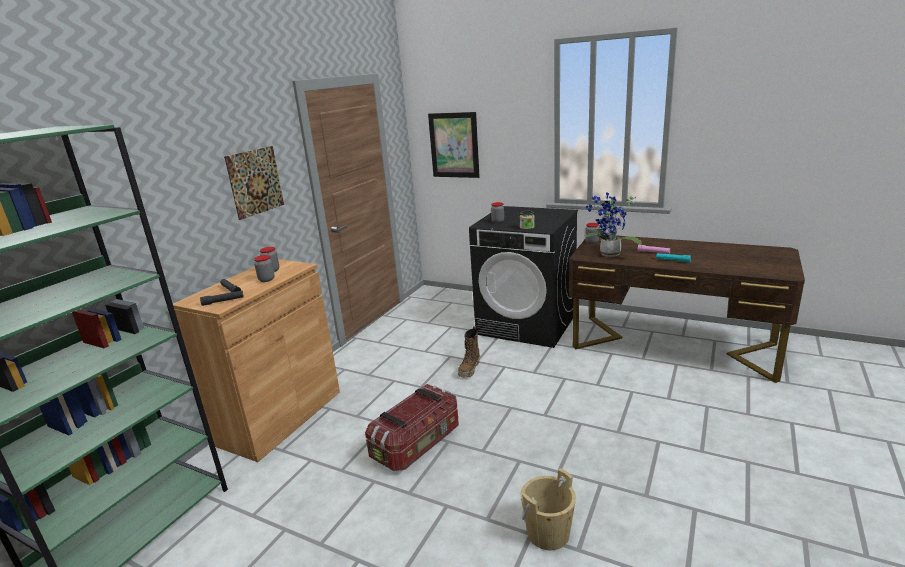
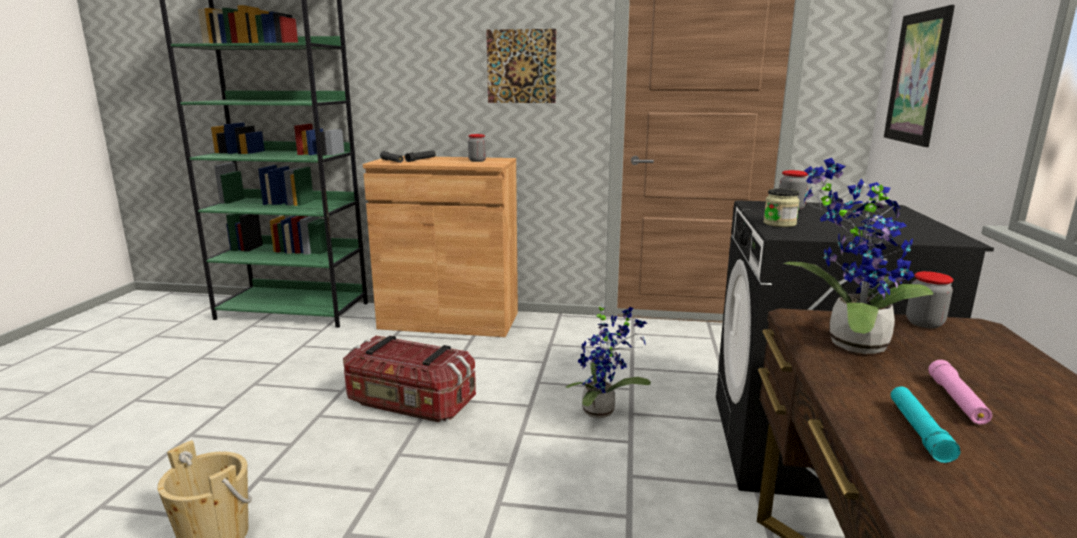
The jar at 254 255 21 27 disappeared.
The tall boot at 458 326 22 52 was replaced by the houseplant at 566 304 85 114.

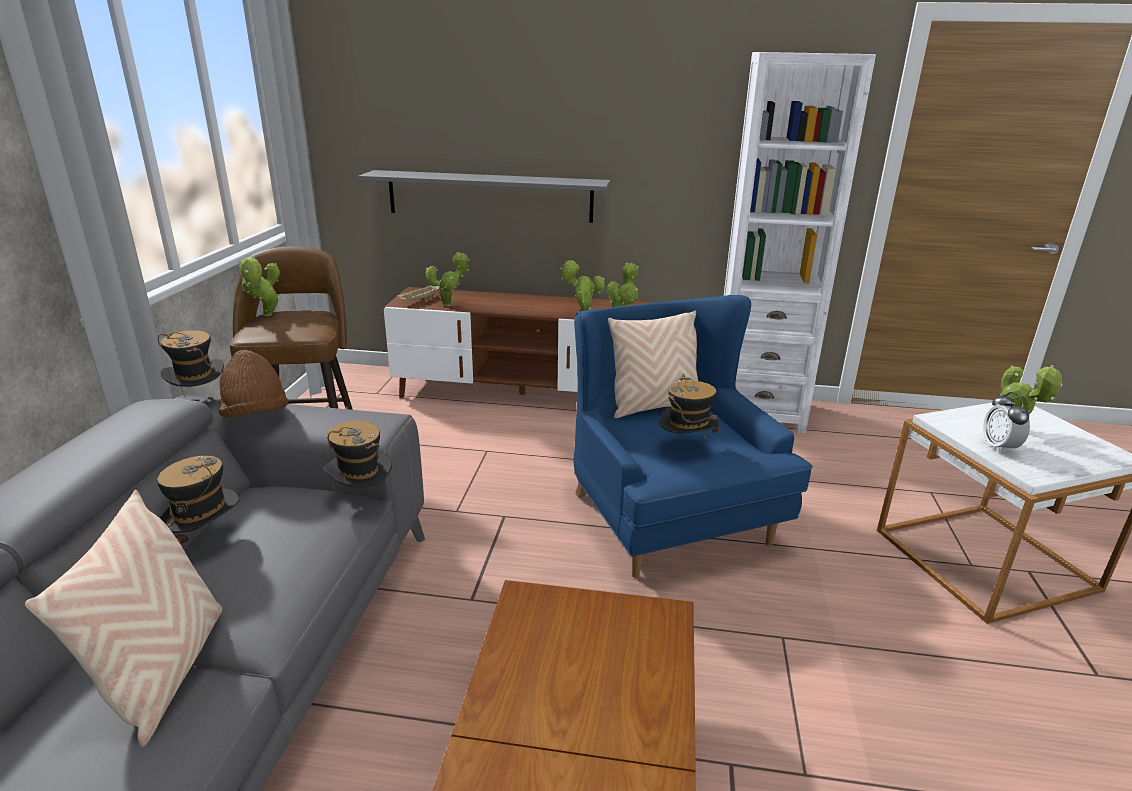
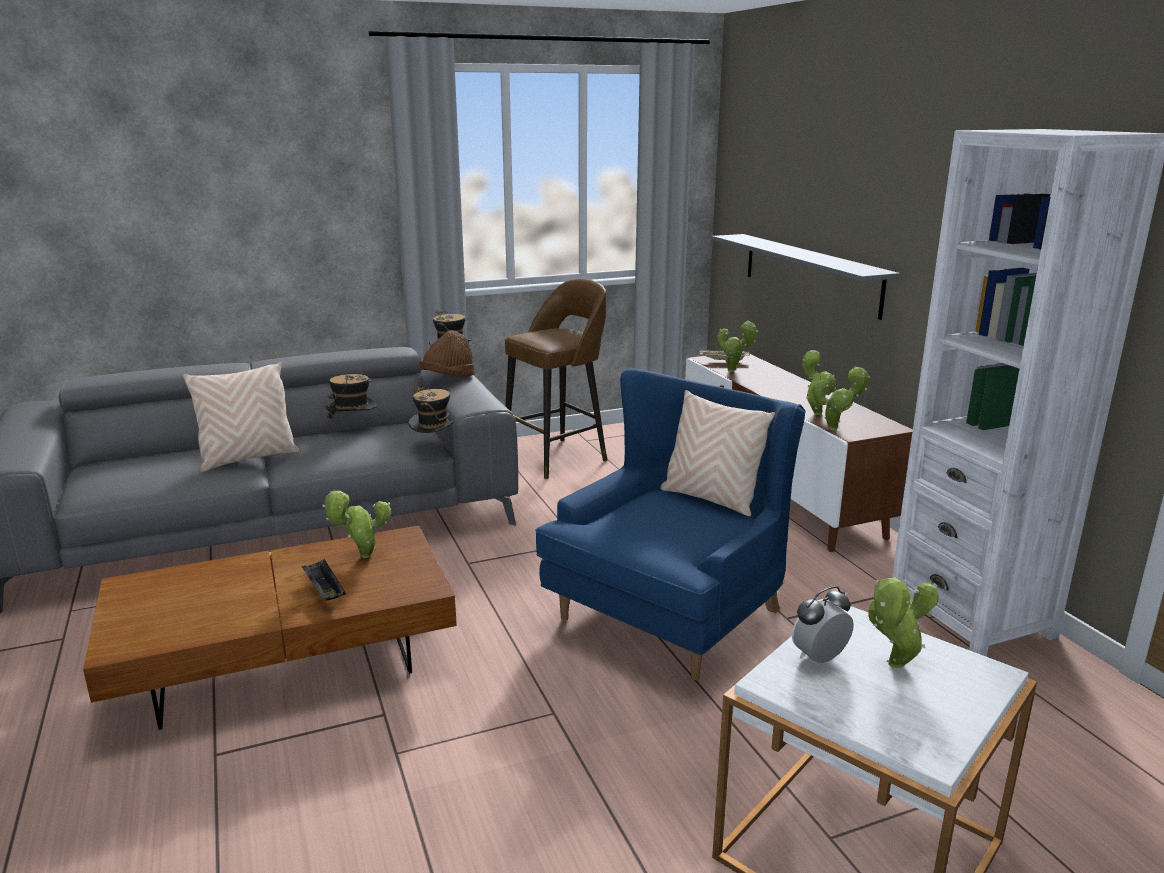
The wearable hat at 659 374 60 65 disappeared.
The tray/black at 302 559 44 41 appeared.
The houseplant moved from 239 256 41 60 to 322 491 69 67.

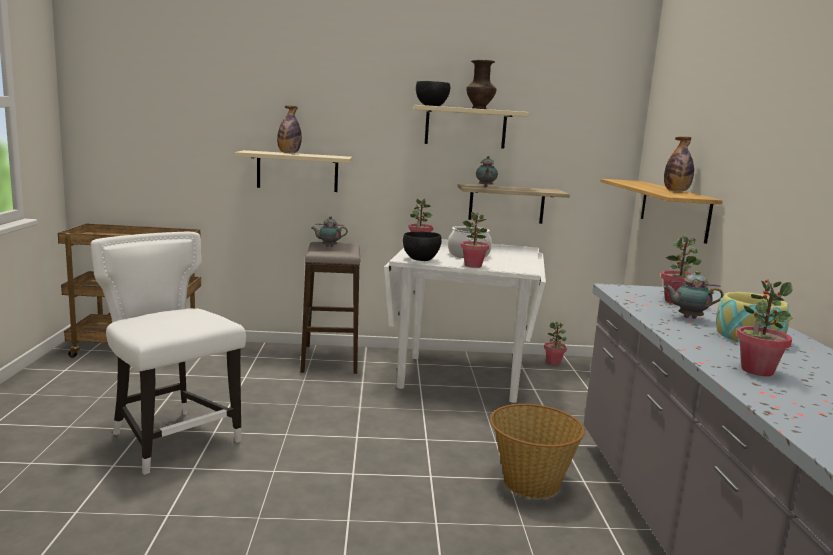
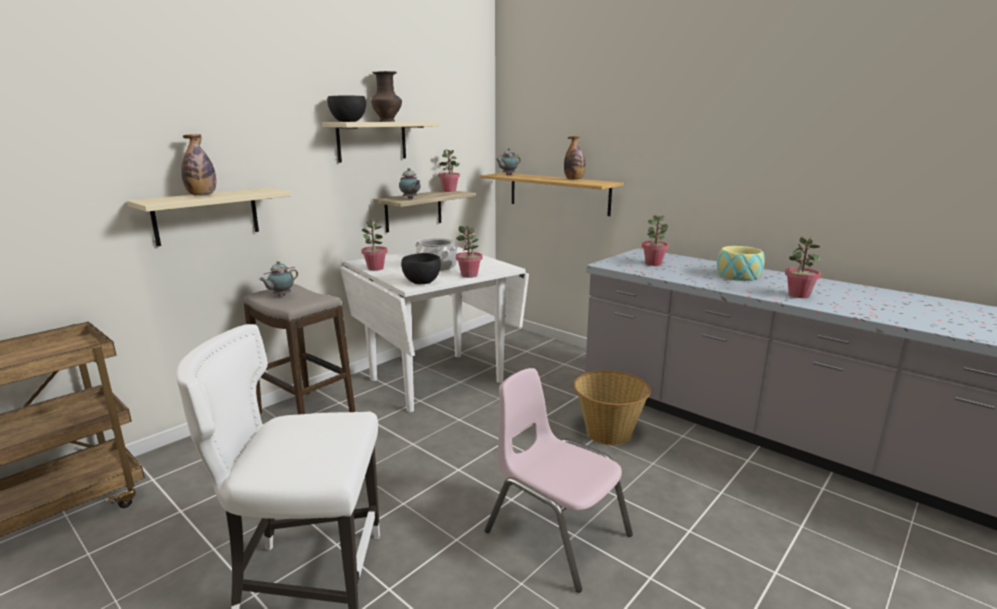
The plain chair/pink at 485 368 148 225 appeared.
The houseplant moved from 544 322 23 43 to 438 149 22 43.
The pot for tea moved from 664 271 60 48 to 496 148 25 27.

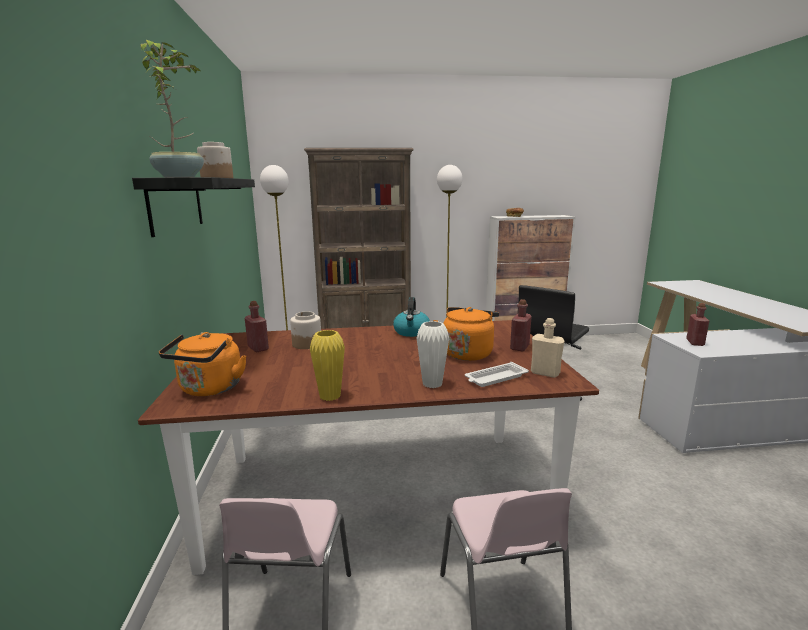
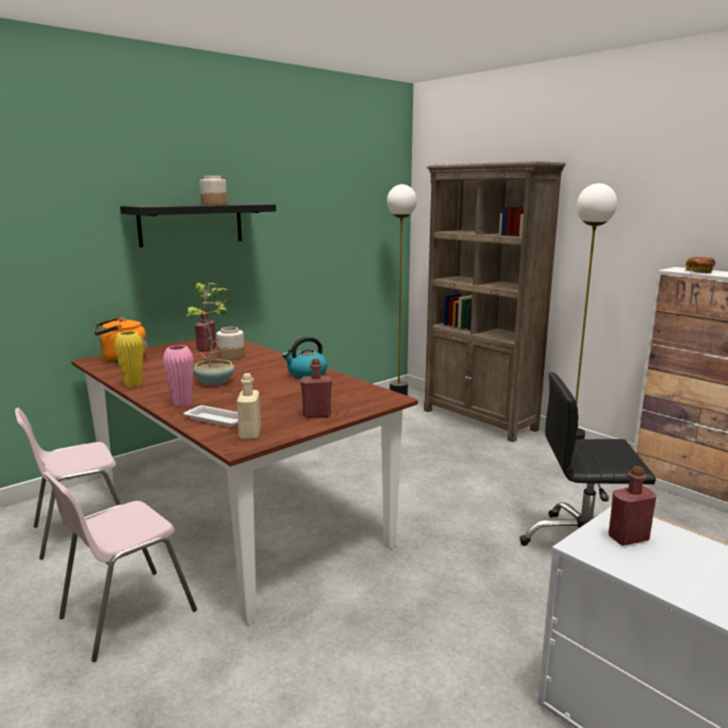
The water kettle/orangey at 434 307 65 54 disappeared.
The houseplant moved from 140 40 64 137 to 185 283 51 103.
The decorative vase/whitish at 417 321 32 67 became the decorative vase/pink at 163 345 31 62.

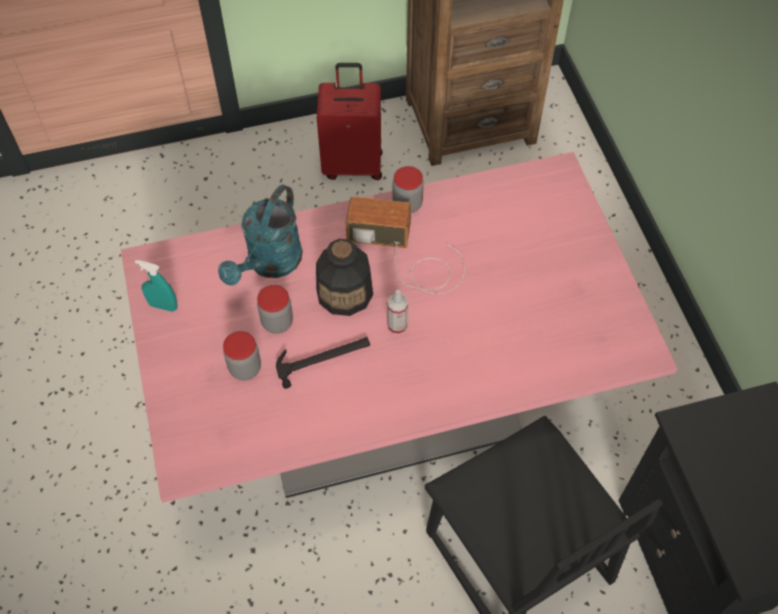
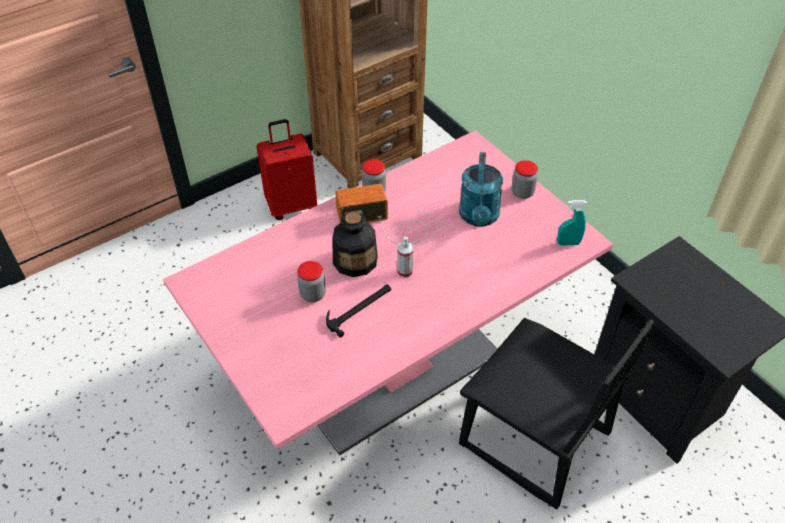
The hand sprayer/blue-green moved from 135 260 43 52 to 557 200 30 46.
The watering pot/blue-green moved from 218 185 85 101 to 459 152 44 75.
The jar moved from 223 331 38 49 to 512 160 26 39.

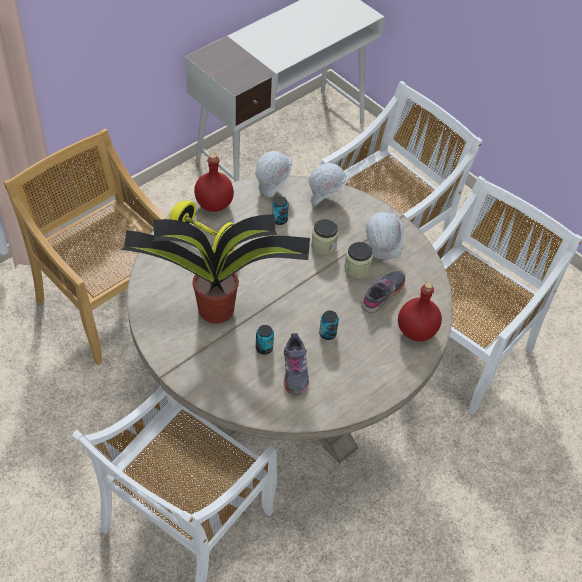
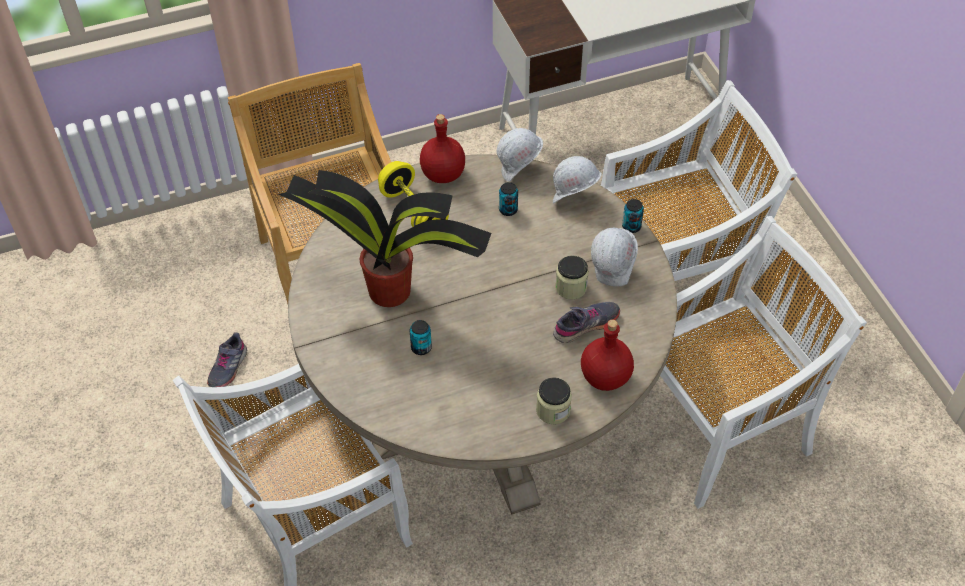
The item of footwear/greyish moved from 284 333 25 62 to 207 332 40 55.
The jar moved from 311 219 27 36 to 536 377 36 47.
The sealed can moved from 319 311 20 29 to 622 199 22 34.

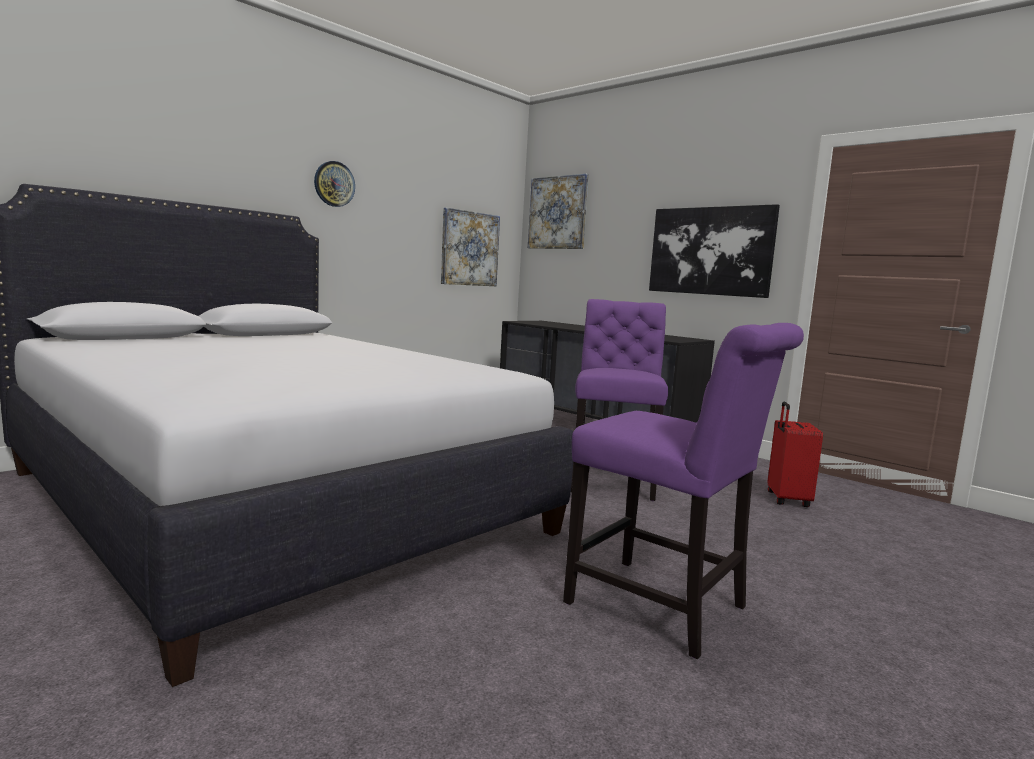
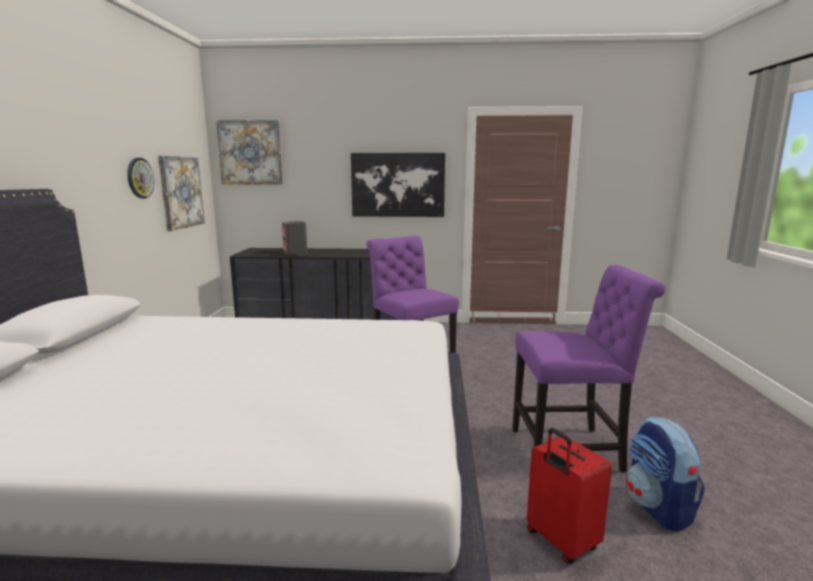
The audio speaker/greyish at 282 221 25 35 appeared.
The rucksack at 626 417 79 115 appeared.
The clock on the wall moved from 314 161 41 46 to 127 158 27 41.
The suitcase/red moved from 767 402 56 105 to 527 428 85 136.

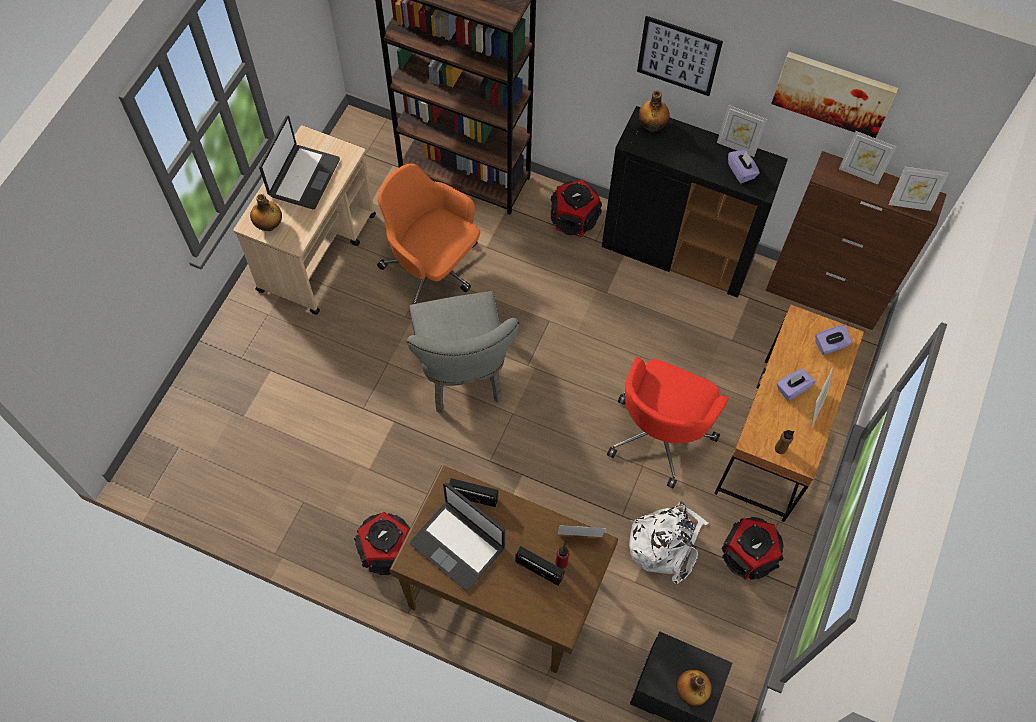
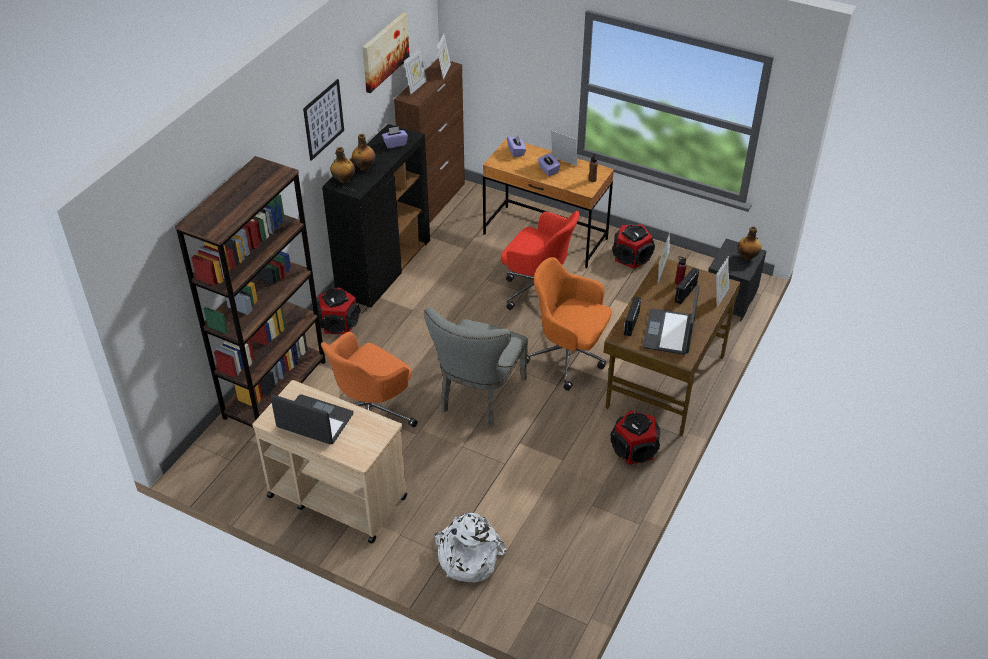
The desk chair/orangey at 527 257 85 134 appeared.
The bottle moved from 250 194 32 37 to 352 134 24 37.
The rucksack/whitish moved from 629 501 80 83 to 434 512 73 70.
The photo frame moved from 717 105 50 52 to 716 256 13 51.
The plain chair/greyish at 407 291 112 122 turned 120 degrees clockwise.
The notebook computer at 410 483 95 108 turned 150 degrees clockwise.

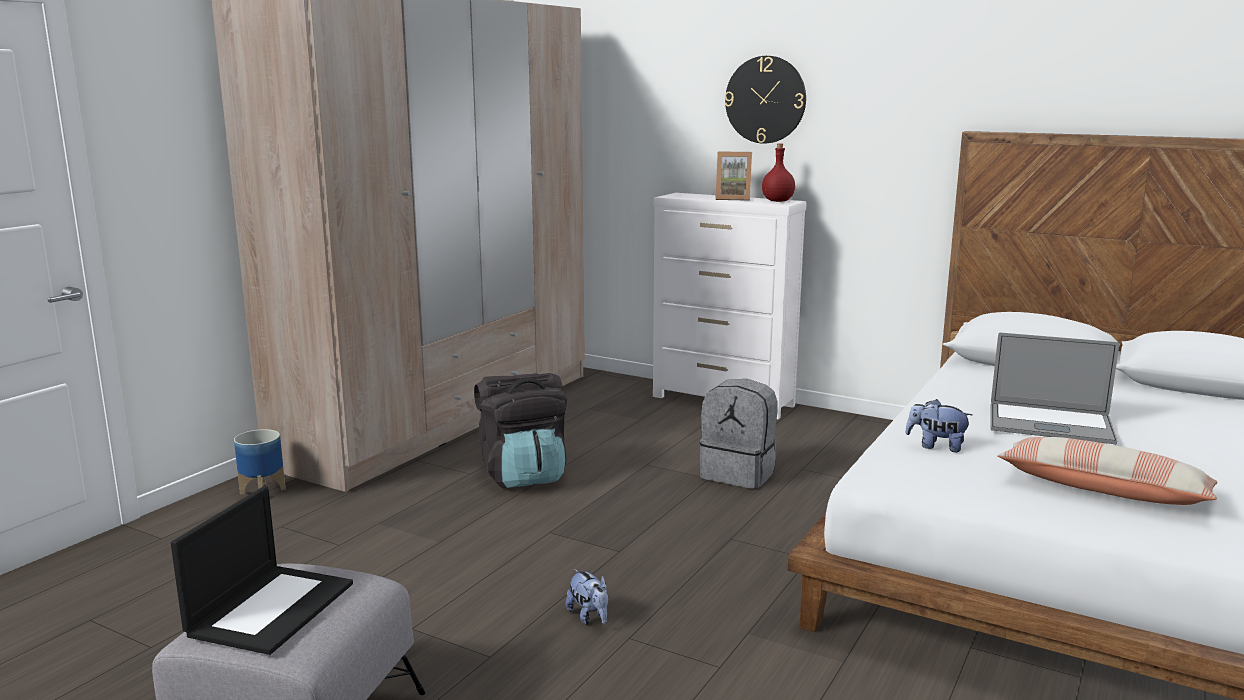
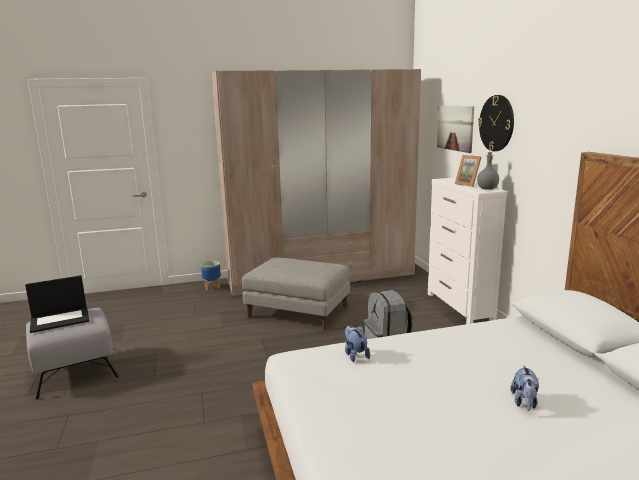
The notebook computer at 990 332 129 112 disappeared.
The cushion at 997 437 220 68 disappeared.
The wall art at 437 106 37 47 appeared.
The plush toy moved from 565 569 43 56 to 510 365 29 46.
The rucksack/black at 474 373 93 115 was replaced by the pouffe/greyish at 242 257 108 73.
The bottle/red at 762 143 33 59 became the bottle/greyish at 477 152 22 38.

